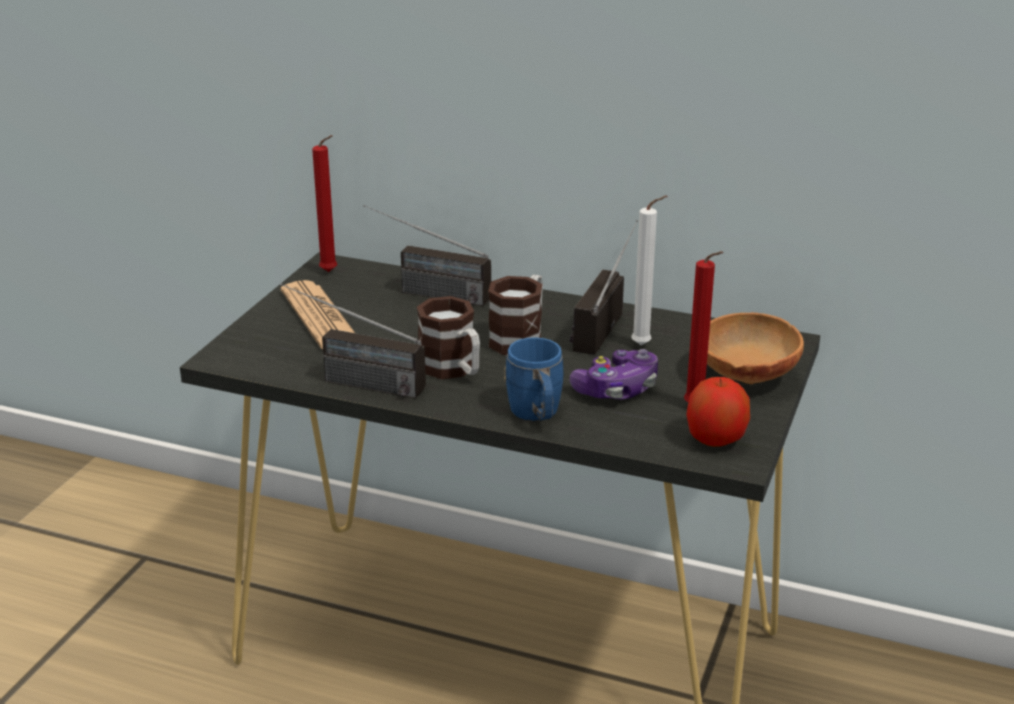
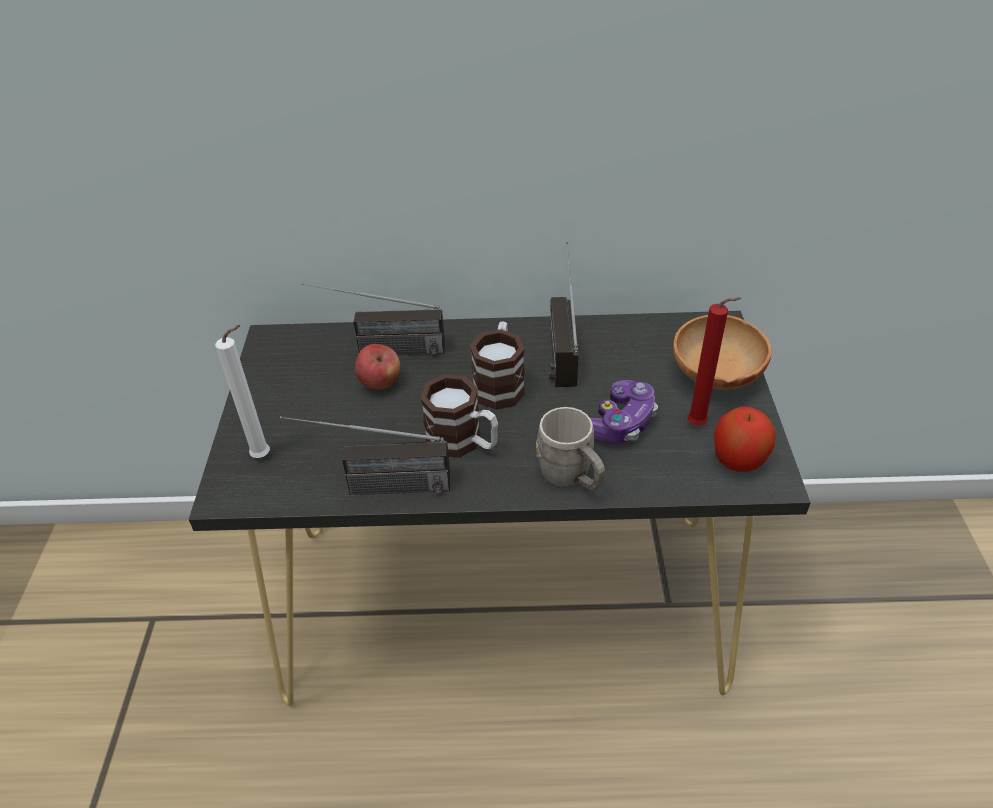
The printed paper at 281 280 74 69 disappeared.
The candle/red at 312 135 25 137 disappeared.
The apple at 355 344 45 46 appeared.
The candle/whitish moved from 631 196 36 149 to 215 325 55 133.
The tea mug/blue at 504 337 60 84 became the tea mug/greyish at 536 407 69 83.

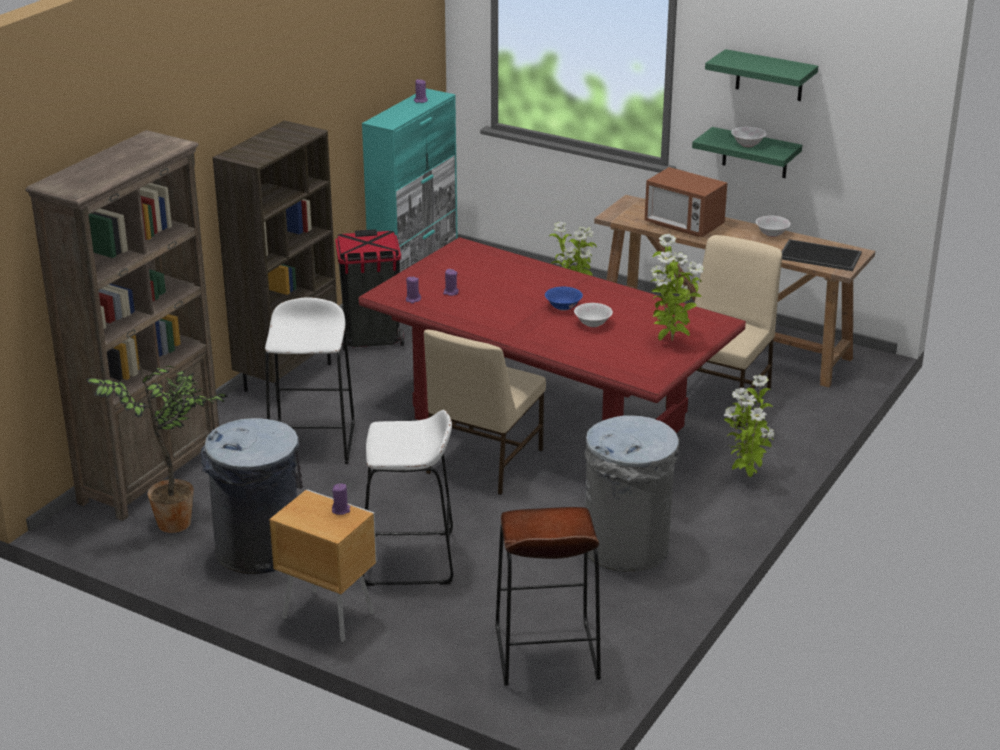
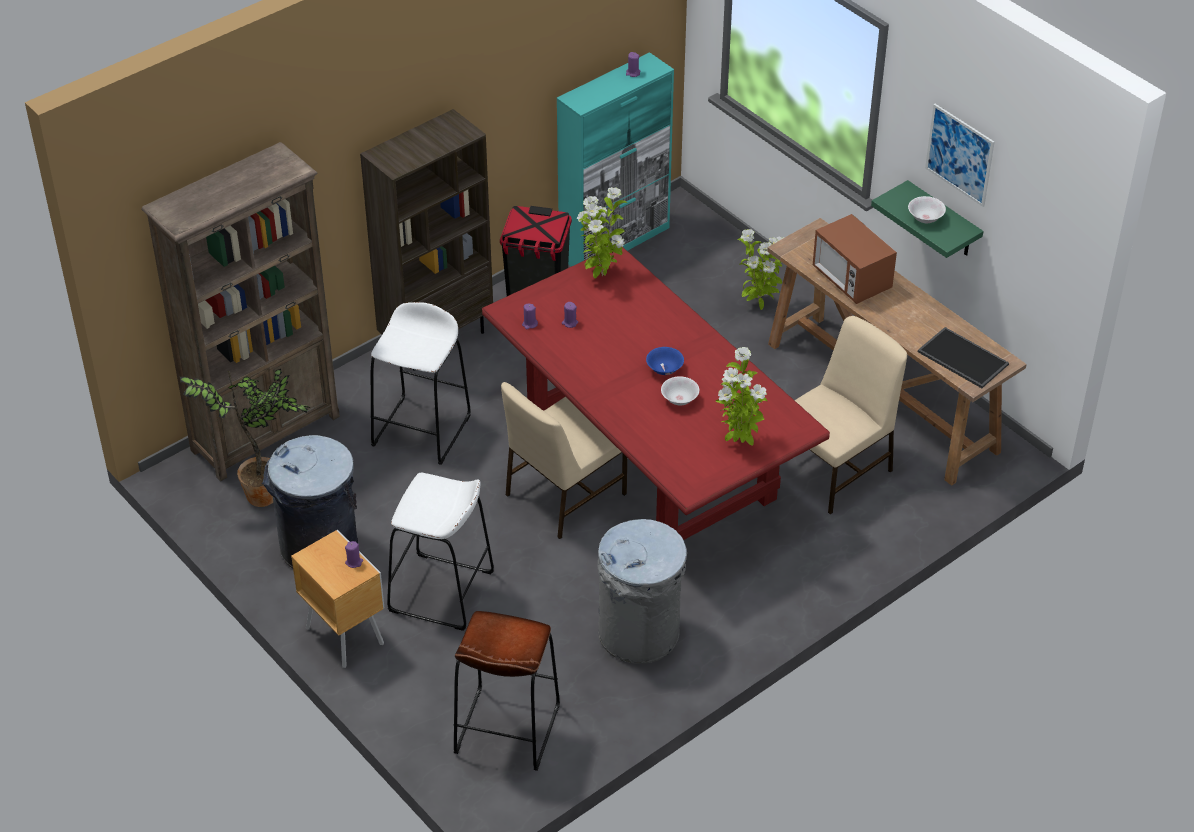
The serving bowl/whitish at 756 216 35 21 disappeared.
The houseplant moved from 724 375 51 102 to 577 187 50 92.
The wall shelf/green at 705 49 113 52 was replaced by the wall art at 925 104 70 103.

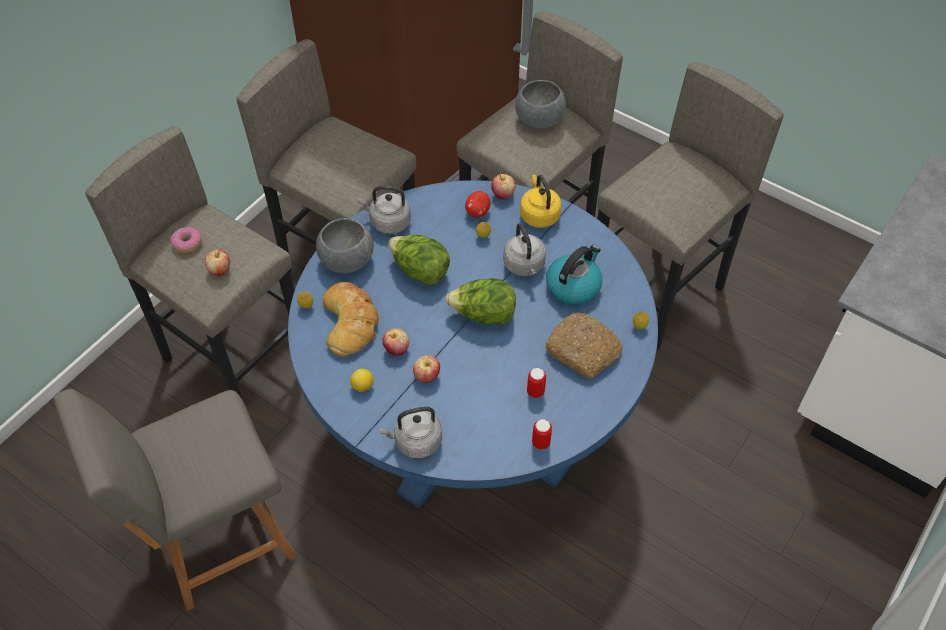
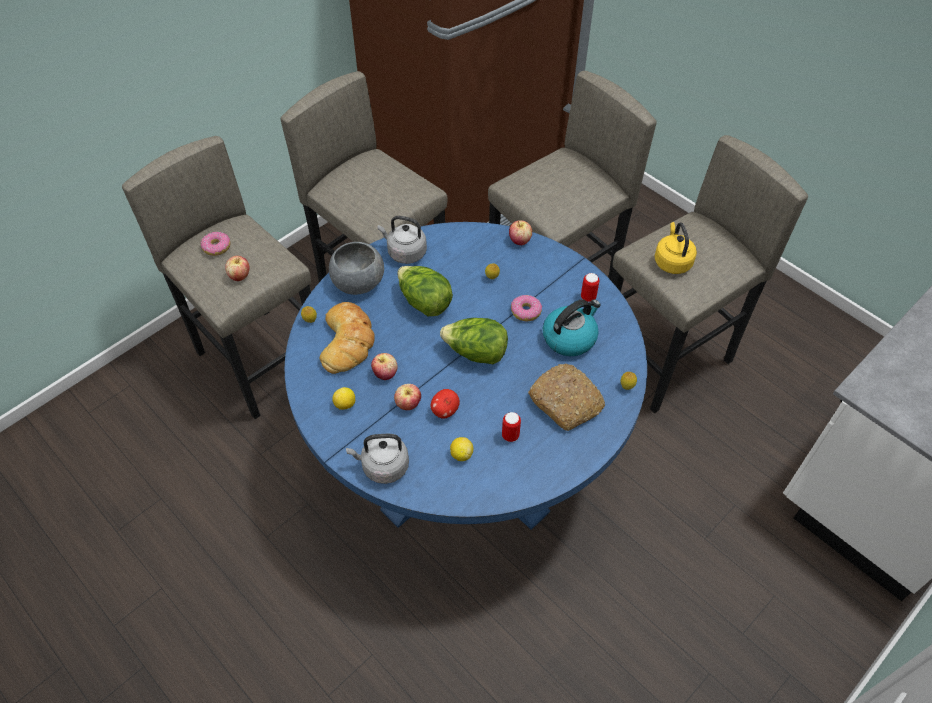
The plain chair/greyish at 53 389 244 222 disappeared.
The serving bowl/greyish at 515 80 51 49 disappeared.
The whole lemon at 450 437 24 24 appeared.
The apple moved from 465 191 26 27 to 431 389 29 30.
The water kettle/yellow moved from 520 174 42 54 to 655 222 42 52.
The sealed can moved from 532 419 20 31 to 581 273 18 29.
The water kettle/greyish at 503 223 43 53 was replaced by the ring doughnut at 511 295 31 26.

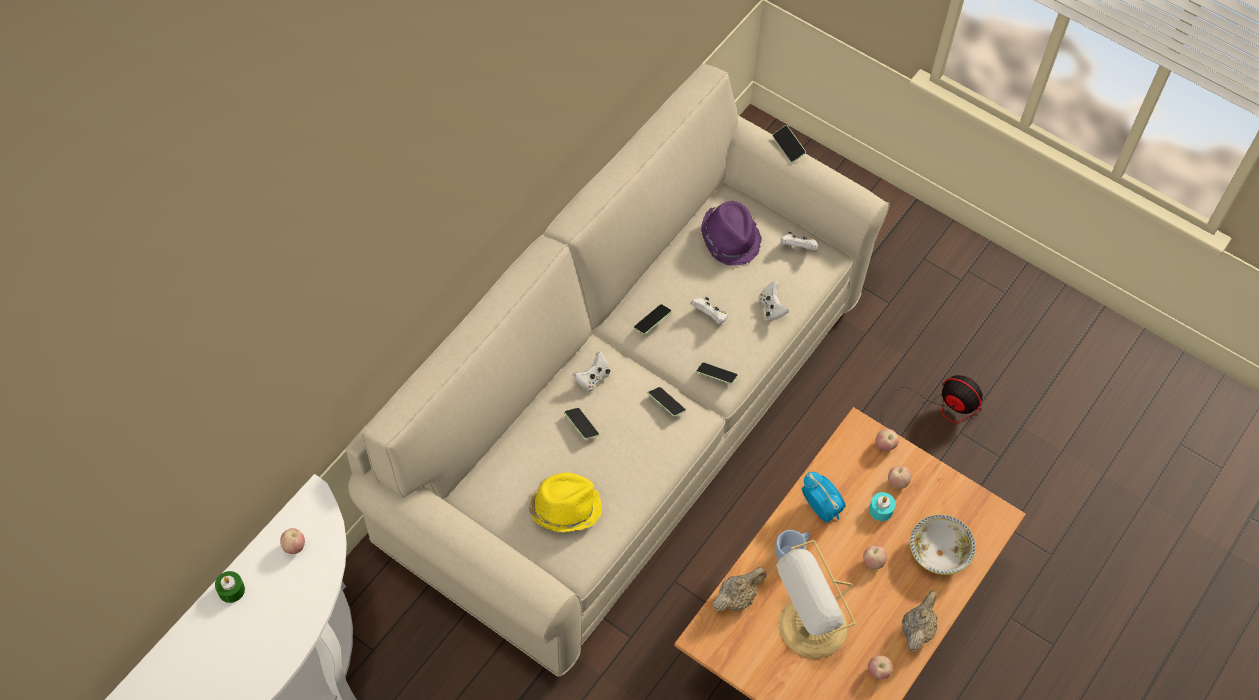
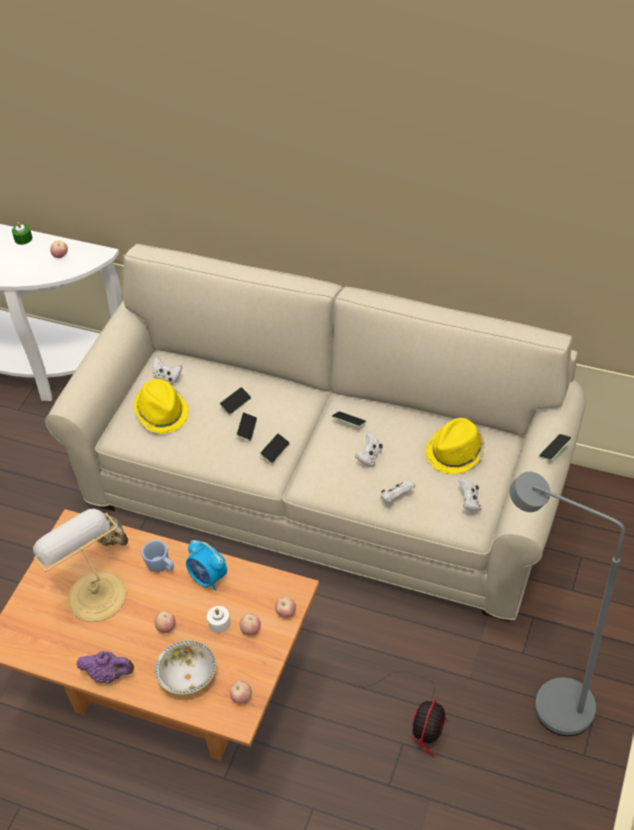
The standing lamp/greyish at 509 472 116 264 appeared.
The gamepad/whitish moved from 573 352 37 40 to 152 357 31 28.
The handset moved from 696 363 42 21 to 236 412 21 29.
The apple moved from 868 655 25 24 to 230 680 22 24.
The wearable hat/purple-coloured at 701 201 61 65 became the wearable hat/yellow at 425 418 60 57.
The candle/blue-green at 869 492 27 29 became the candle/whitish at 207 606 24 27.
The pot for tea/beige-coloured at 902 590 36 61 became the pot for tea/purple-coloured at 77 651 57 33.
The table clock at 802 472 44 51 turned 90 degrees clockwise.

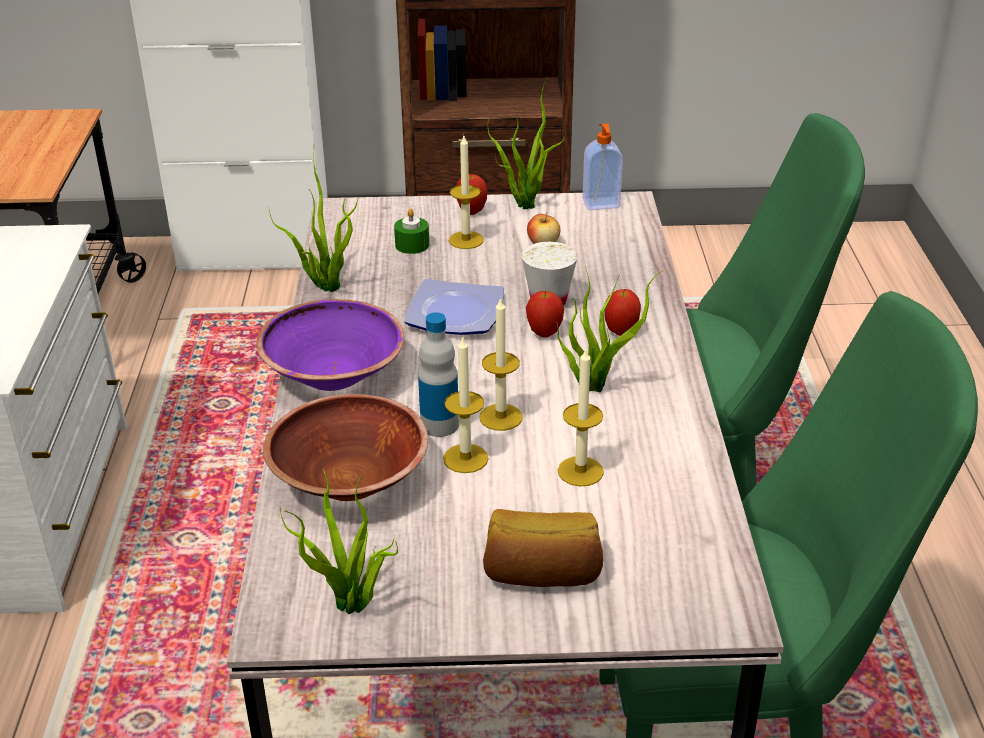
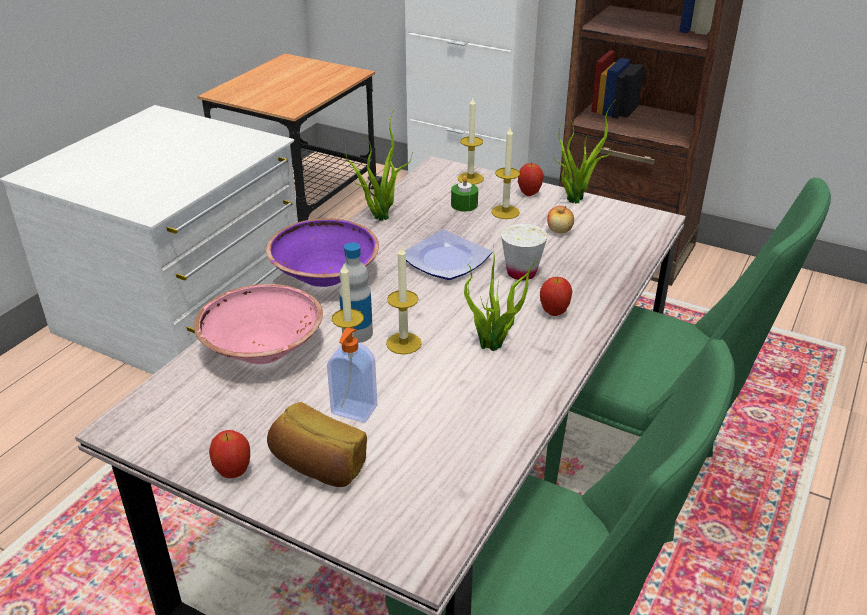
The houseplant at 280 468 118 146 disappeared.
The apple moved from 526 291 38 47 to 209 430 41 48.
The candle moved from 558 349 46 138 to 458 98 26 87.
The soap dispenser moved from 582 123 41 87 to 327 327 50 96.
The serving bowl/brown-coloured at 263 394 165 107 became the serving bowl/pink at 194 284 129 80.

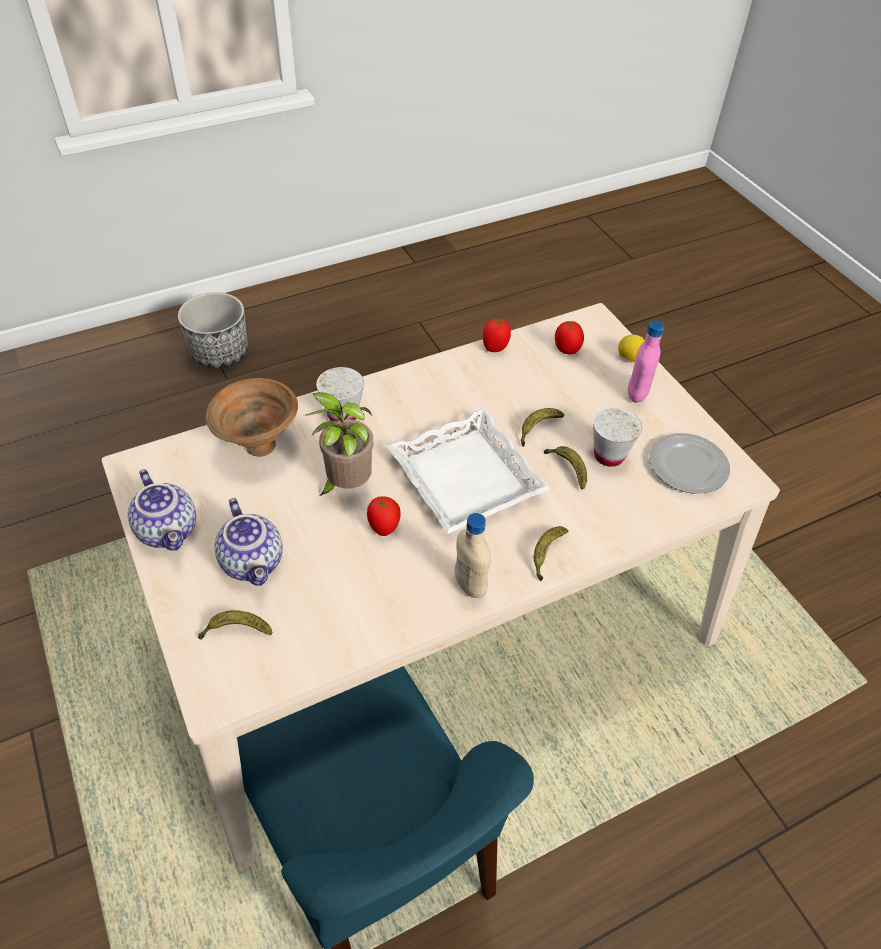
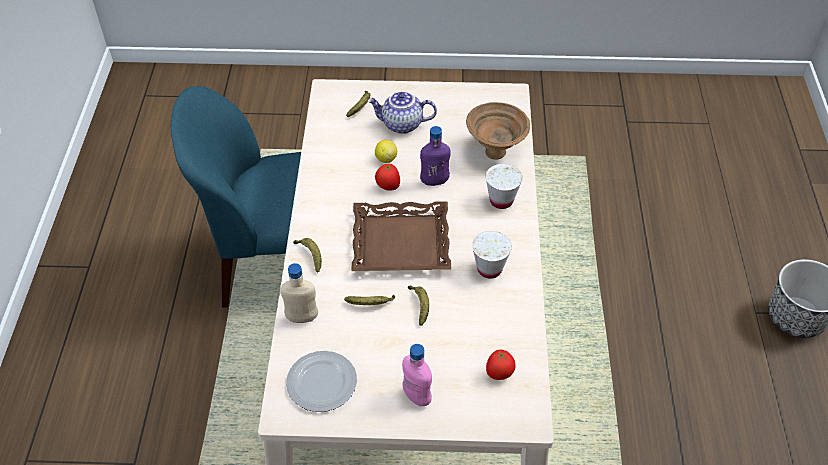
The pot for tea at 128 469 68 82 disappeared.
The whole tomato at 483 318 28 34 disappeared.
The bottle/beige-coloured moved from 454 513 37 85 to 280 263 38 60.
The drinking cup/whitish moved from 593 407 49 60 to 472 231 40 48.
The whole lemon moved from 618 335 27 28 to 375 140 22 23.
The houseplant at 303 392 70 104 was replaced by the bottle/purple-coloured at 420 126 31 60.
The tray/whitish at 387 408 163 126 became the tray/brown-coloured at 351 201 101 70.

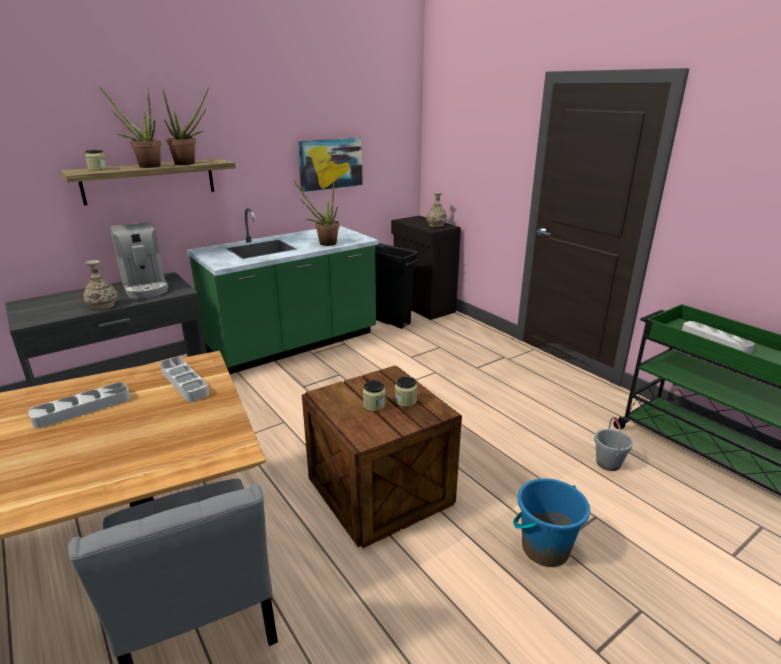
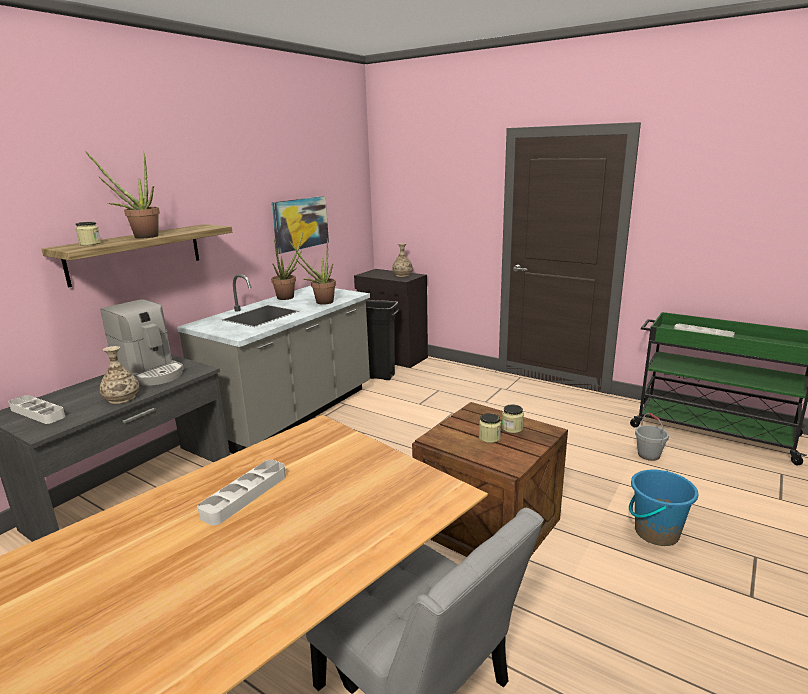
The tray/greyish moved from 160 357 49 45 to 9 395 56 29.
The houseplant moved from 163 86 46 79 to 271 233 32 67.
The kitchen base unit/green at 187 208 192 166 became the kitchen base unit/greyish at 177 274 193 180.

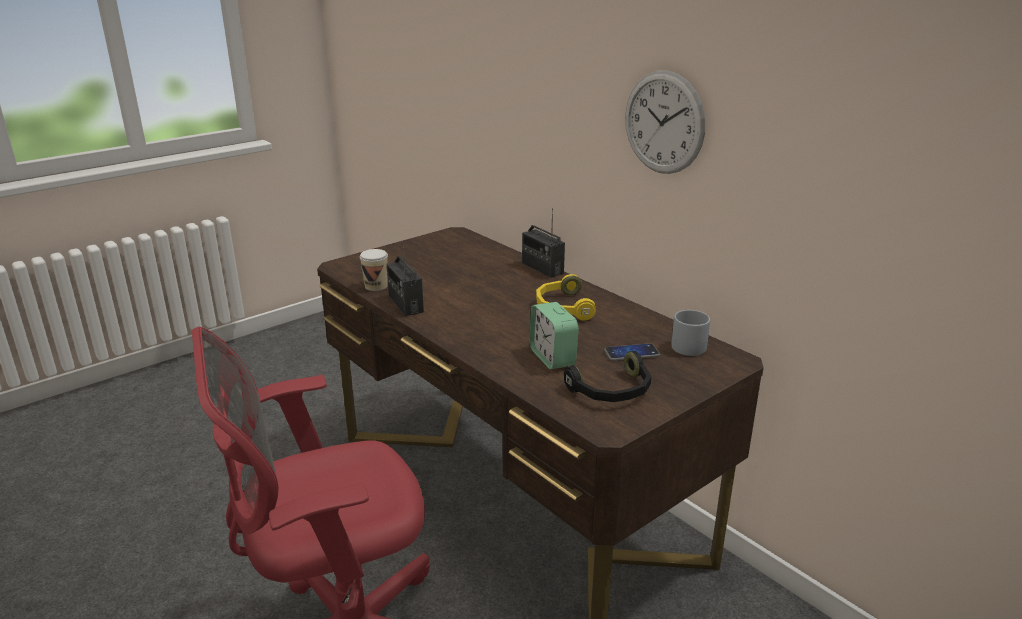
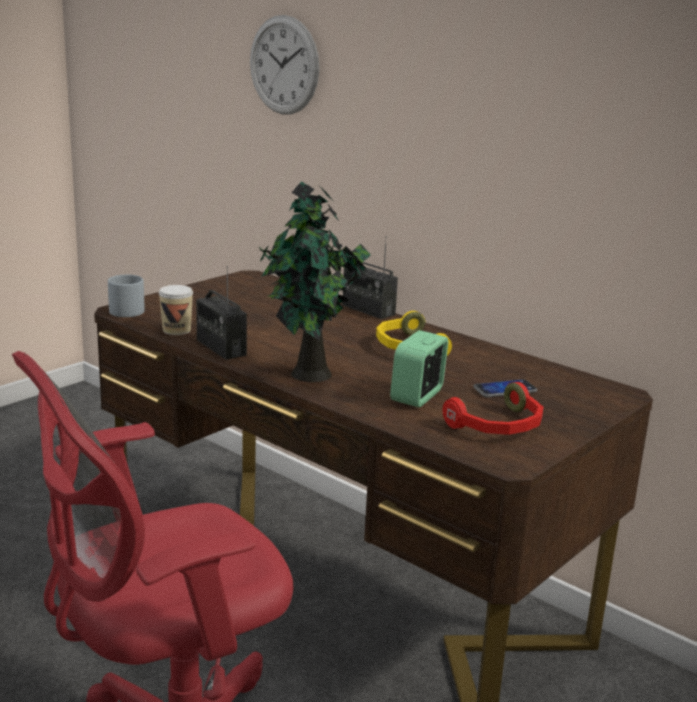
The houseplant at 259 181 112 201 appeared.
The clock on the wall moved from 625 71 80 103 to 250 15 70 100.
The tea mug/greyish moved from 671 310 39 46 to 108 275 37 42.
The headset/black at 564 351 88 51 became the headset/red at 443 382 101 53.
The table clock at 529 302 50 67 turned 60 degrees clockwise.

